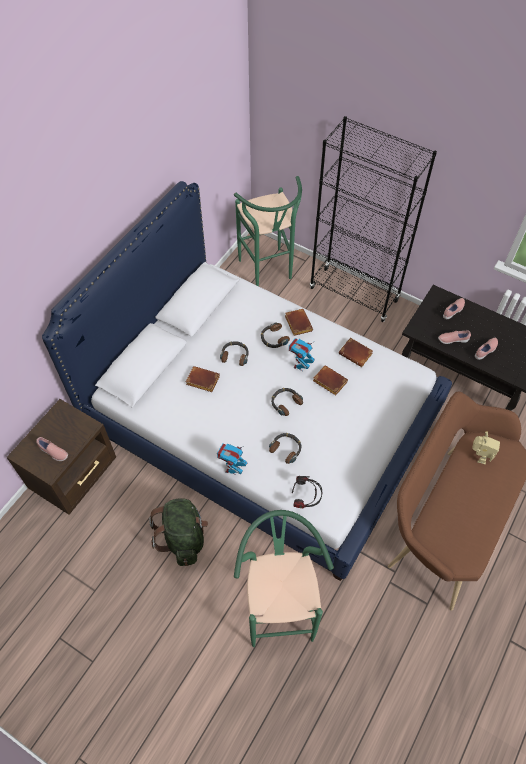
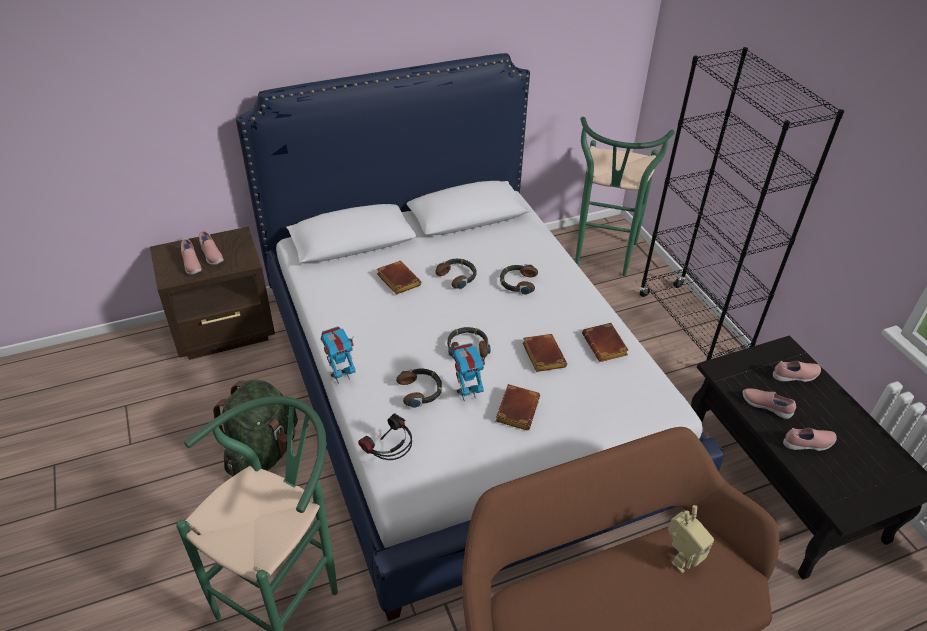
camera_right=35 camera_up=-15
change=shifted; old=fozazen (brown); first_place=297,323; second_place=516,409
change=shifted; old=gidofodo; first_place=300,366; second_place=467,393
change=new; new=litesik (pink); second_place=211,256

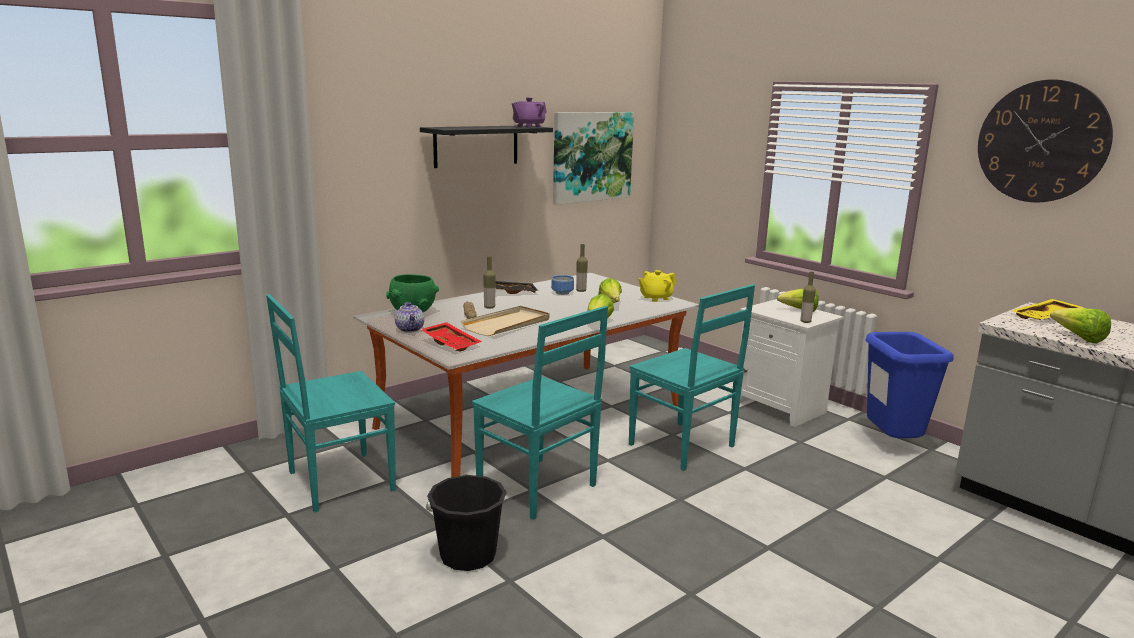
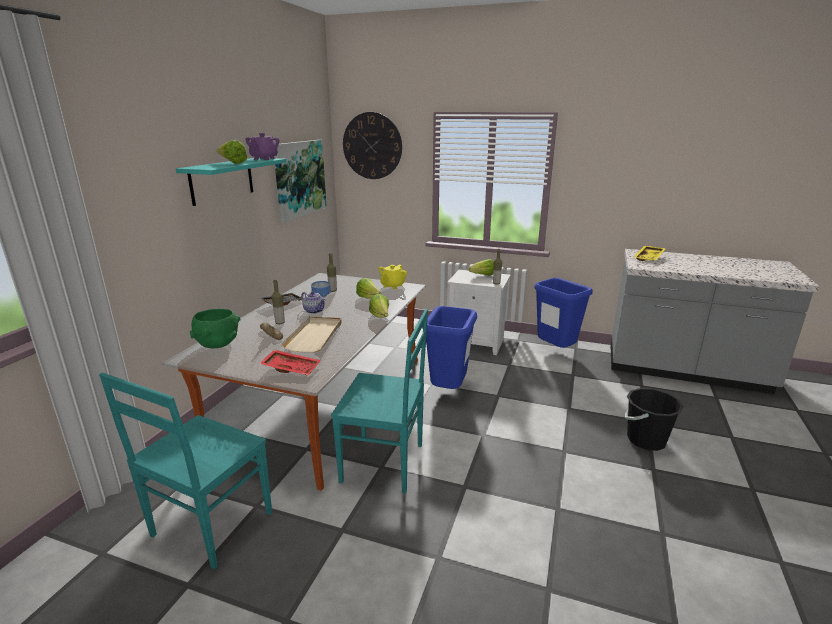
camera_right=-30 camera_up=5
change=shifted; old=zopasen; first_place=1042,142; second_place=372,146
change=repainted; old=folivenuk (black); new=folivenuk (turquoise); first_place=476,146; second_place=222,180
change=swapped; old=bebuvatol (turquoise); new=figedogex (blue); first_place=683,446; second_place=448,391
change=shifted; old=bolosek; first_place=410,329; second_place=314,311
change=shifted; old=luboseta; first_place=1079,338; second_place=232,163
change=shifted; old=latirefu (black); first_place=468,555; second_place=646,440

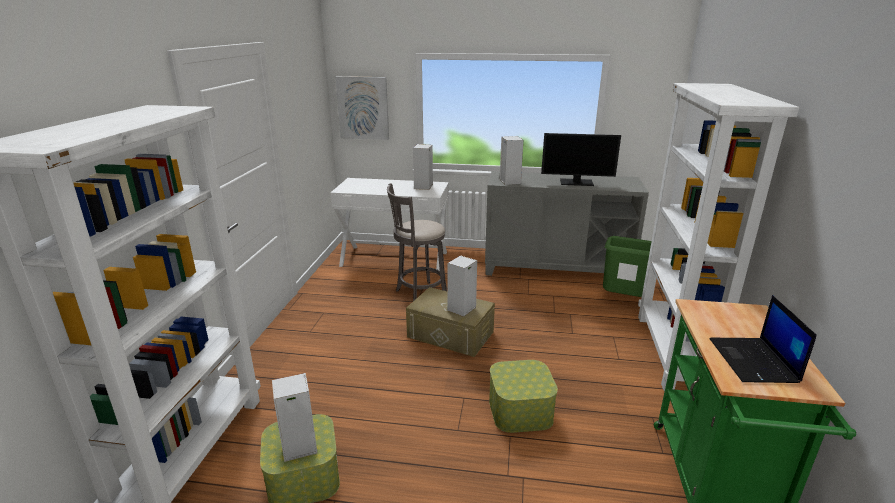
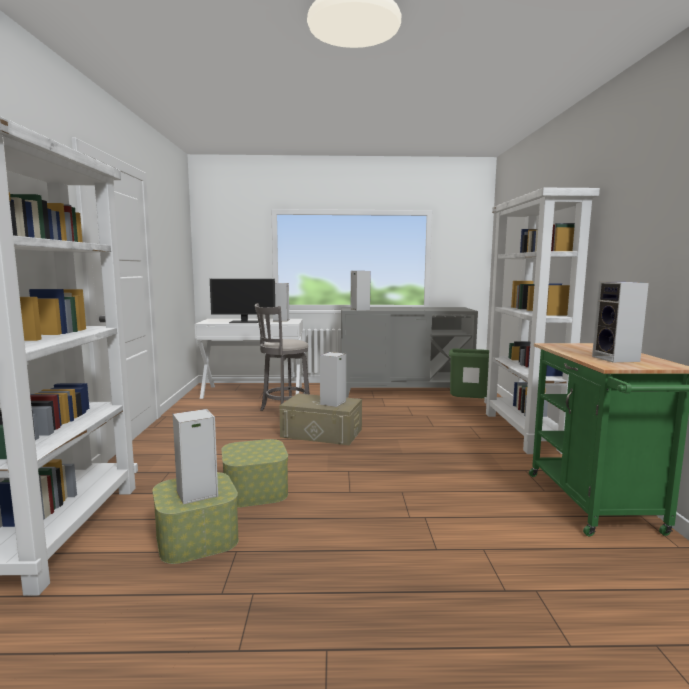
camera_right=-10 camera_up=-15
change=gone; old=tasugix; first_place=363,108
change=shifted; old=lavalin; first_place=577,182; second_place=244,322
change=swapped; old=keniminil; new=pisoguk; first_place=754,361; second_place=617,359
change=shifted; old=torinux; first_place=520,410; second_place=255,490

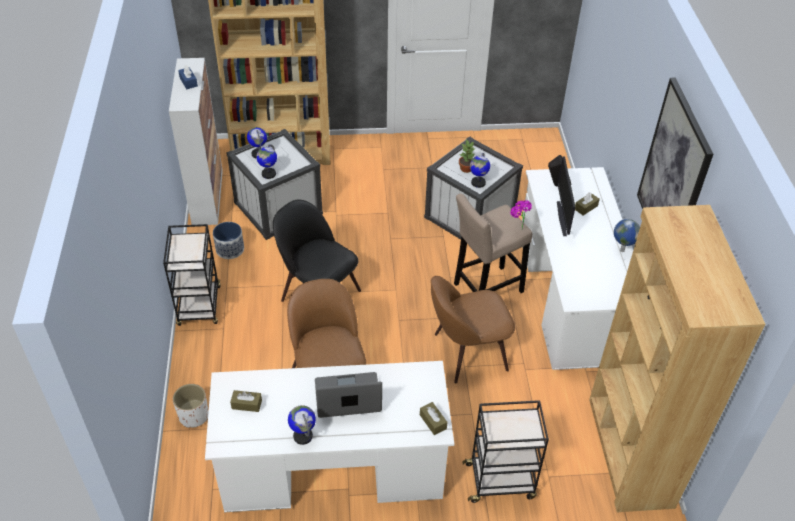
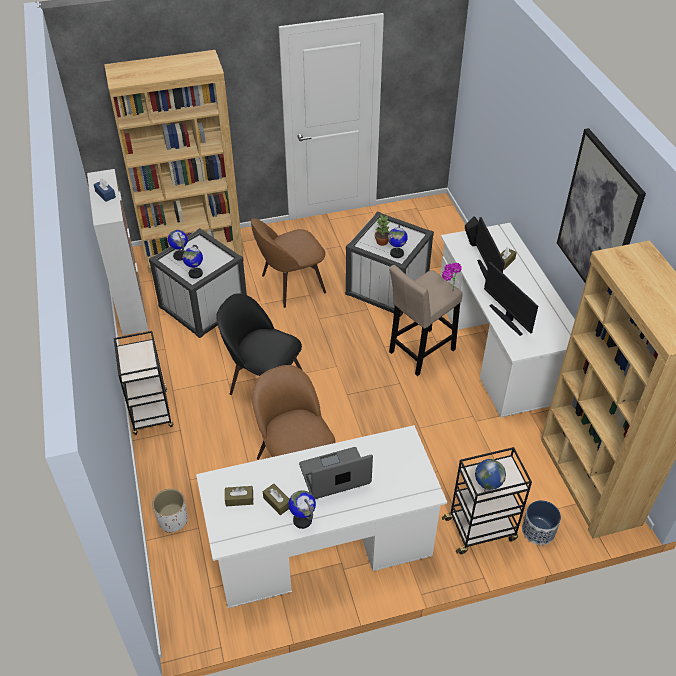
camera_right=-10 camera_up=0
change=shifted; old=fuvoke; first_place=621,250; second_place=486,490
change=shifted; old=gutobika; first_place=230,249; second_place=538,530
change=shifted; old=bebuvatol (brown); first_place=467,352; second_place=290,285
change=shifted; old=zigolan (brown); first_place=433,421; second_place=277,502
change=new; new=lavalin; second_place=507,319

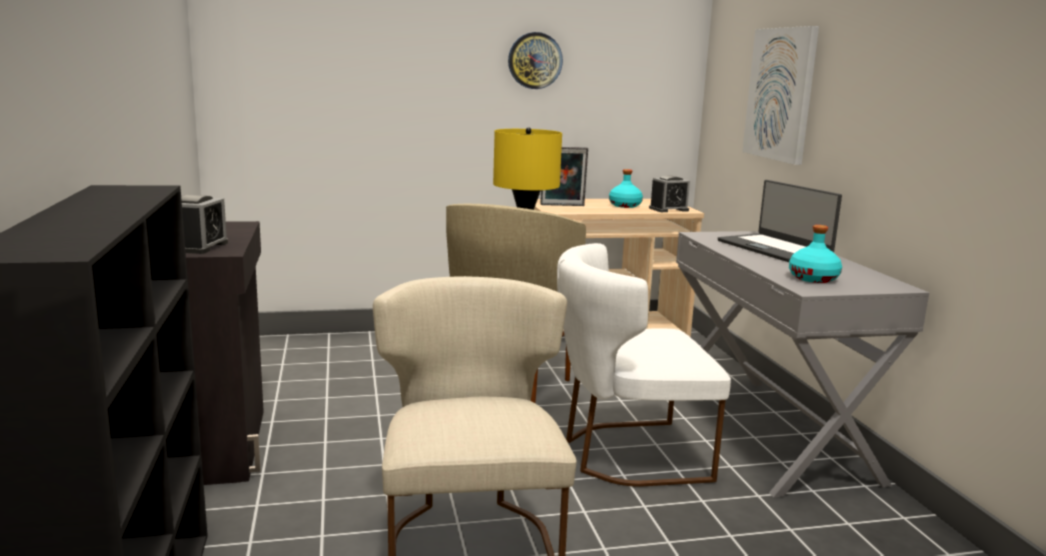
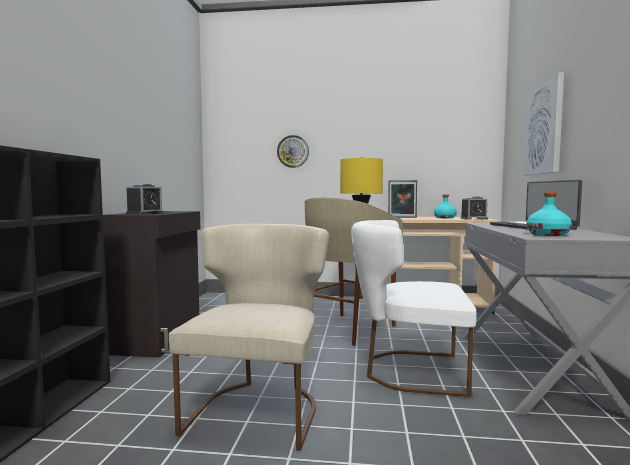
camera_right=20 camera_up=-10
change=shifted; old=zopasen; first_place=535,60; second_place=293,151

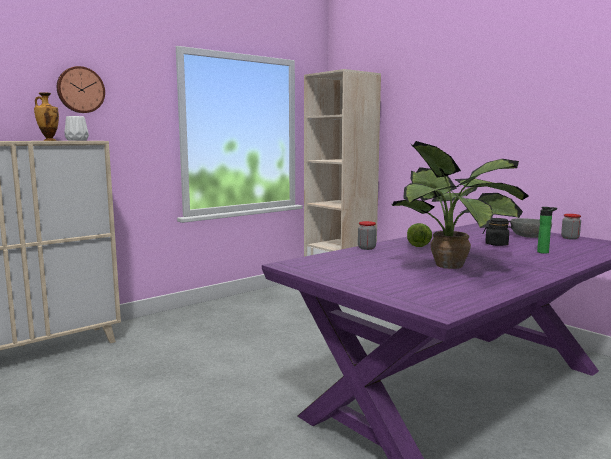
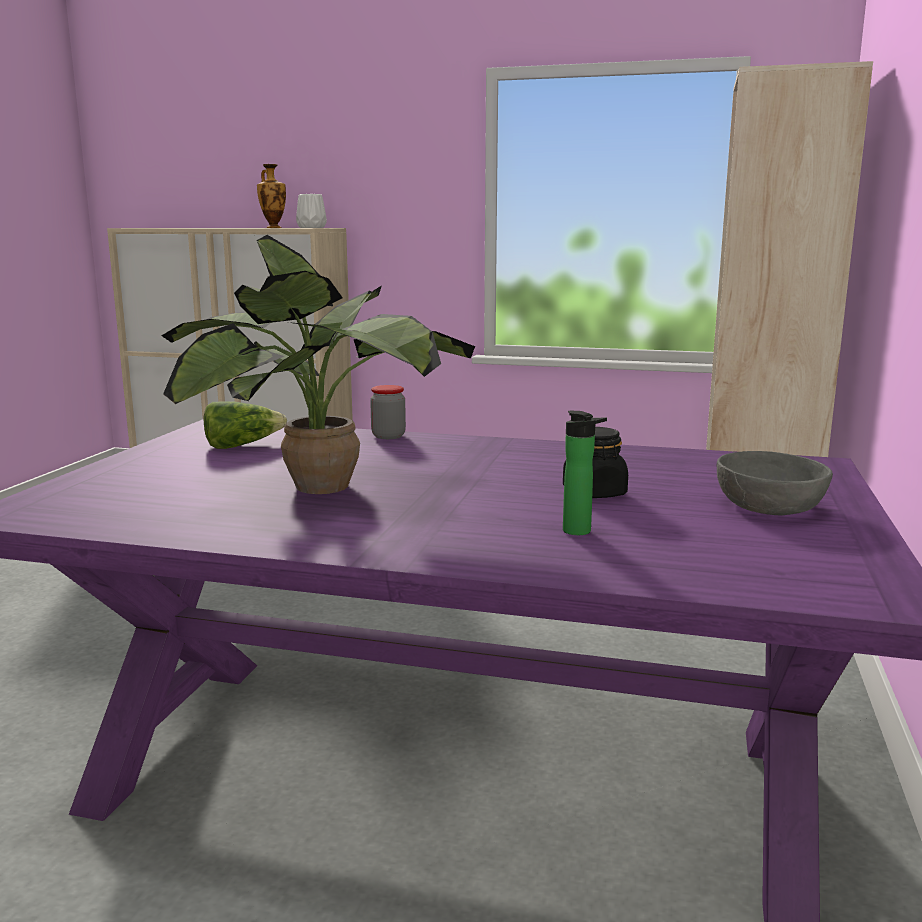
camera_right=55 camera_up=5
change=gone; old=zopasen; first_place=80,90
change=gone; old=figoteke; first_place=570,238
change=shifted; old=luboseta; first_place=418,244; second_place=242,445

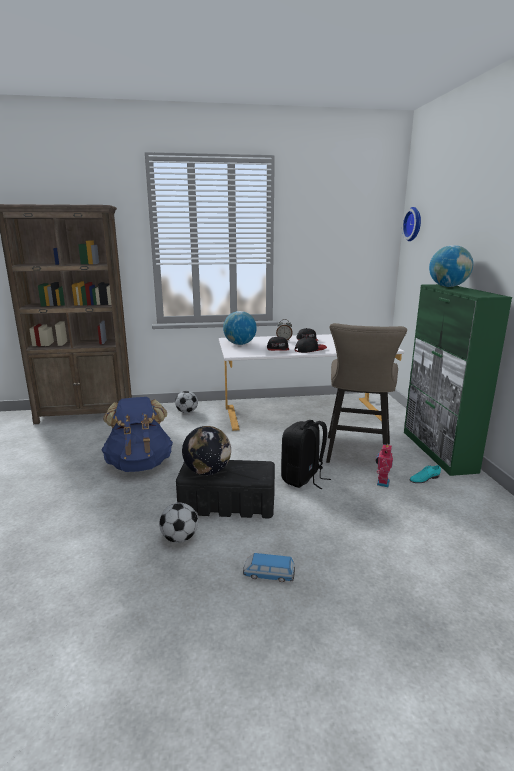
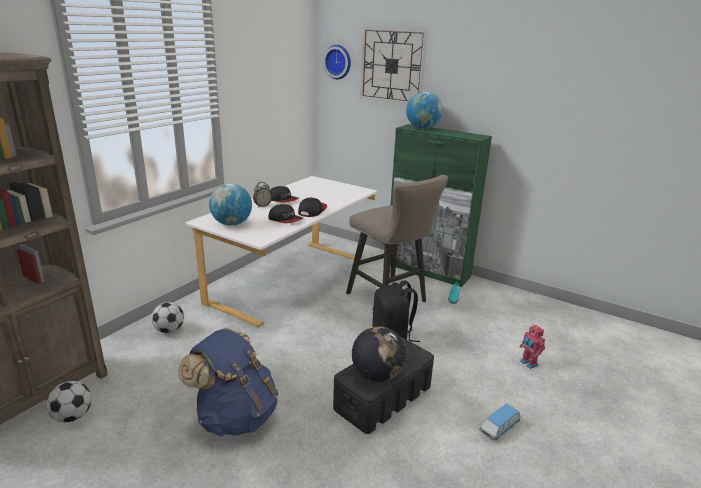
camera_right=-50 camera_up=5
change=shifted; old=gidofodo; first_place=382,482; second_place=528,363
change=shifted; old=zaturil; first_place=180,538; second_place=73,416
change=new; new=zopasen; second_place=392,66

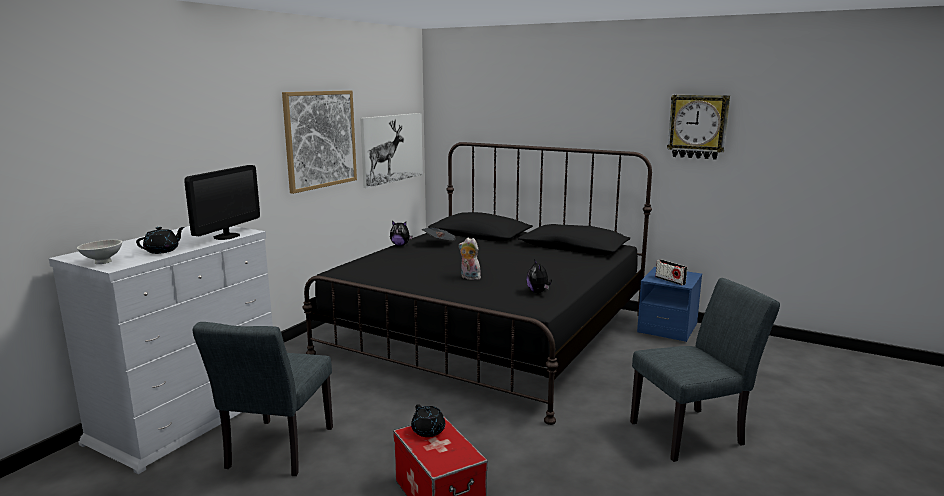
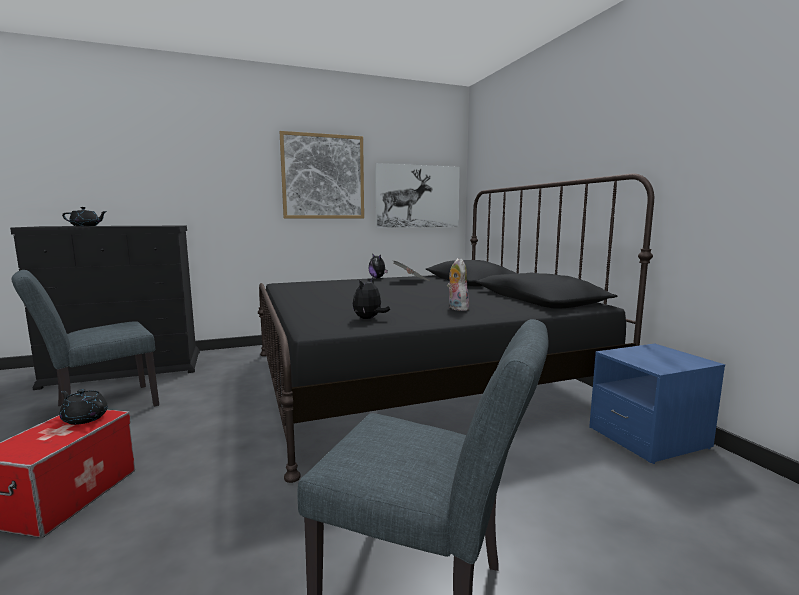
camera_right=40 camera_up=-5
change=gone; old=zopasen; first_place=698,126
change=gone; old=lavalin; first_place=226,236
change=repainted; old=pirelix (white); new=pirelix (black); first_place=189,416; second_place=127,368
change=shifted; old=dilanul; first_place=469,278; second_place=456,308
change=gone; old=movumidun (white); first_place=101,262
change=gone; old=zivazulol; first_place=670,280
change=rotated; old=bolosek (black); first_place=428,431; second_place=84,418; degrees=105

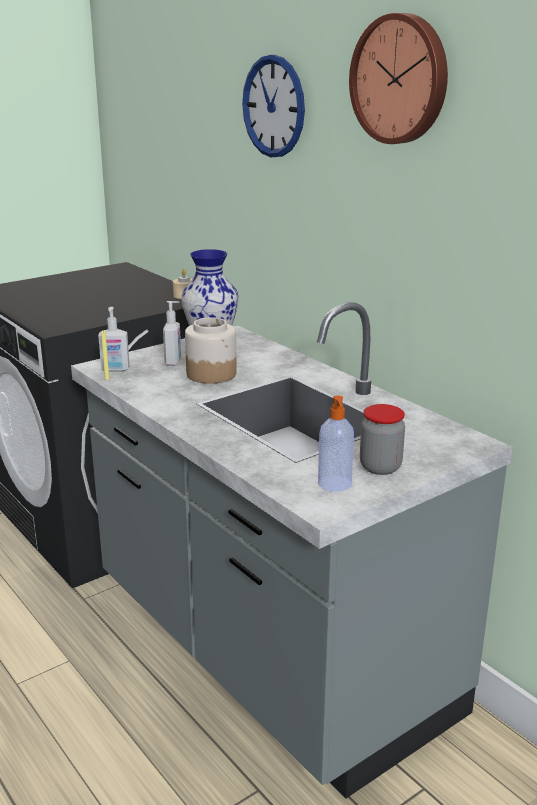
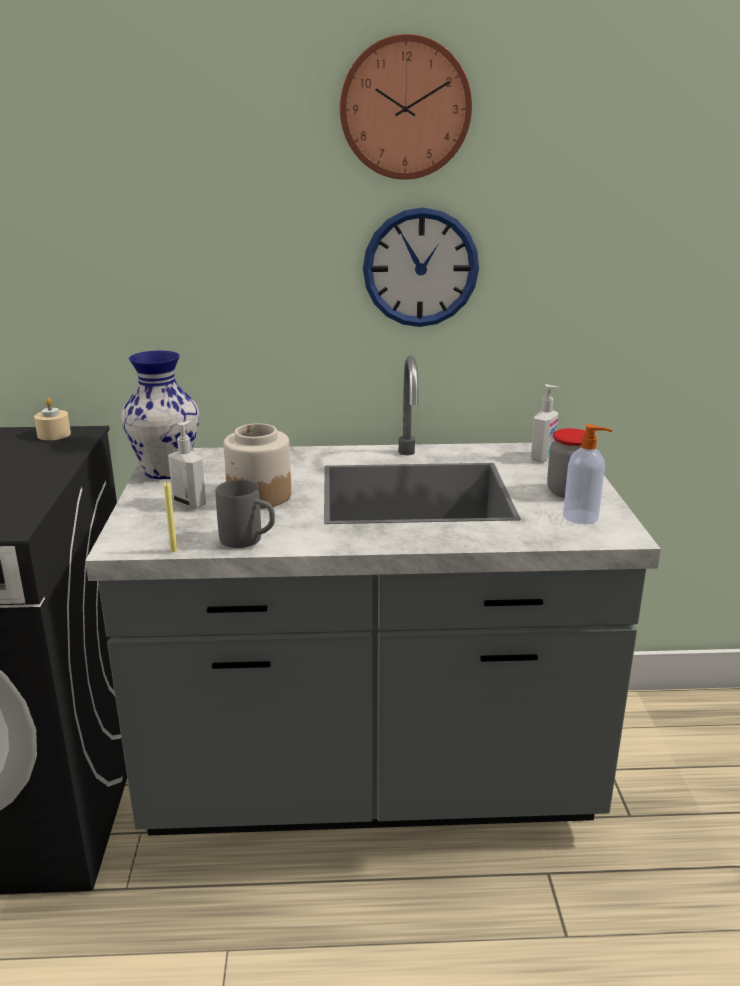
camera_right=-55 camera_up=0
change=shifted; old=zopasen; first_place=273,107; second_place=420,268
change=shifted; old=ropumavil; first_place=115,370; second_place=543,457
change=new; new=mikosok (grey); second_place=249,541

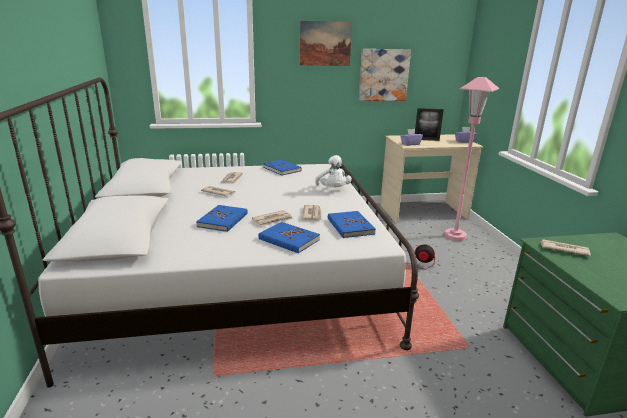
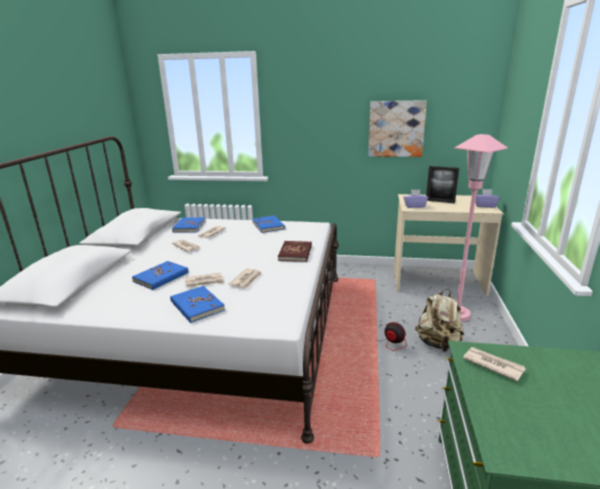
camera_right=20 camera_up=0
change=gone; old=tasugix; first_place=325,43
change=swapped; old=dilanul (white); new=fozazen (red); first_place=333,189; second_place=295,253
change=shifted; old=fozazen (blue); first_place=350,226; second_place=189,226
change=new; new=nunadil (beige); second_place=438,343

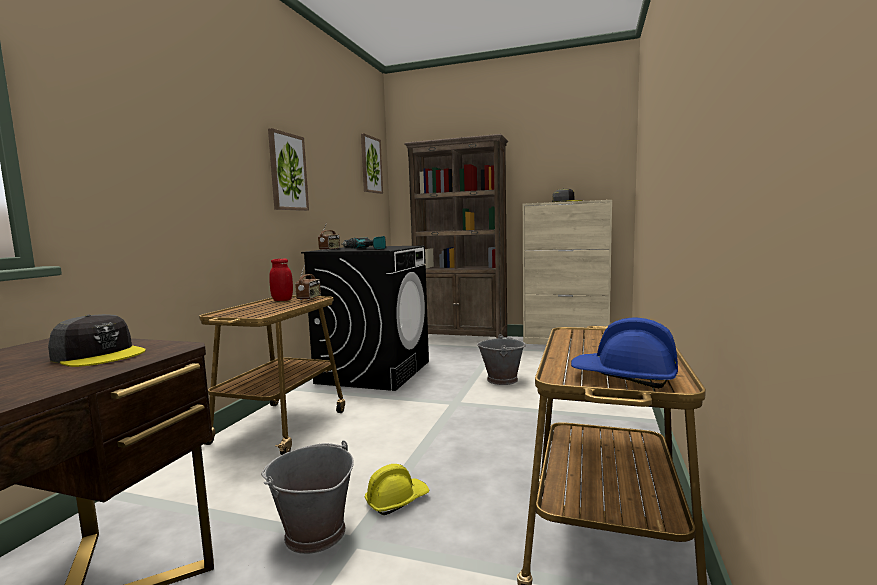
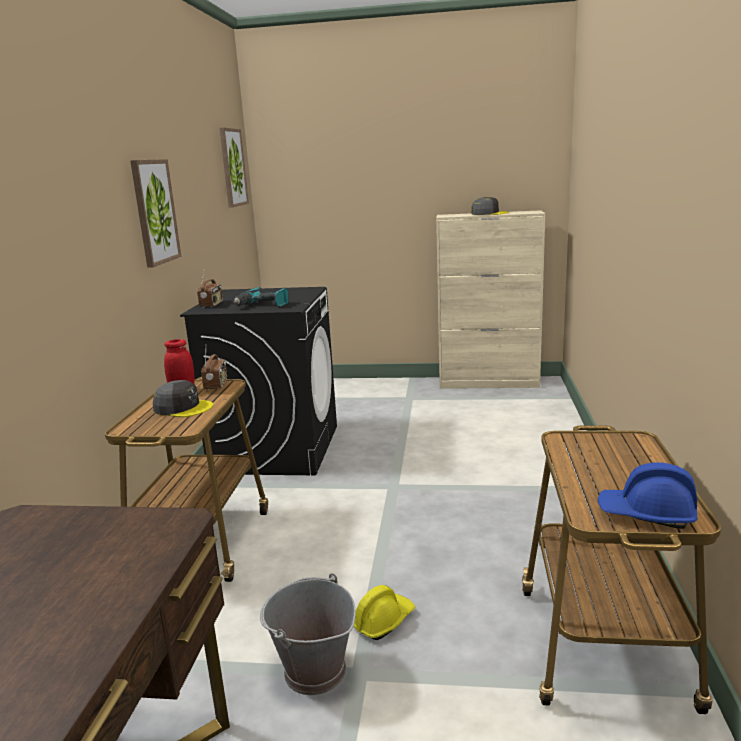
camera_right=-10 camera_up=10
change=gone; old=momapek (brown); first_place=462,338
change=shifted; old=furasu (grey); first_place=99,355; second_place=183,407
change=gone; old=latirefu (grey); first_place=502,379

